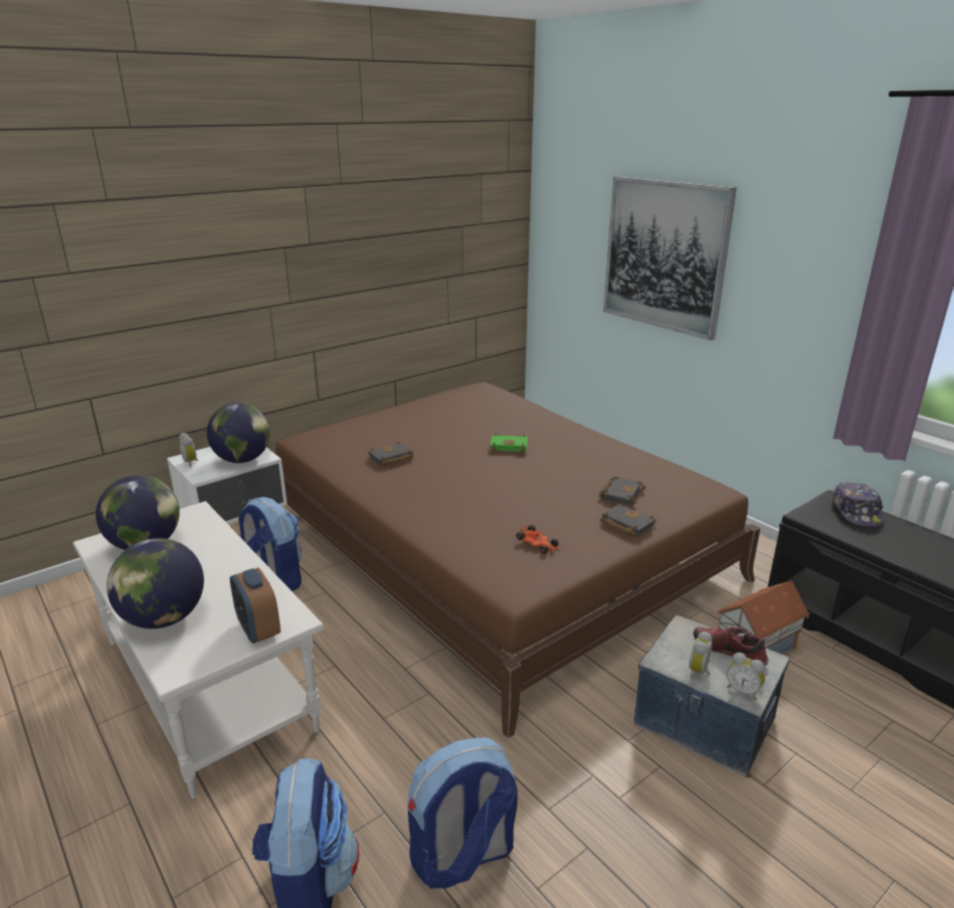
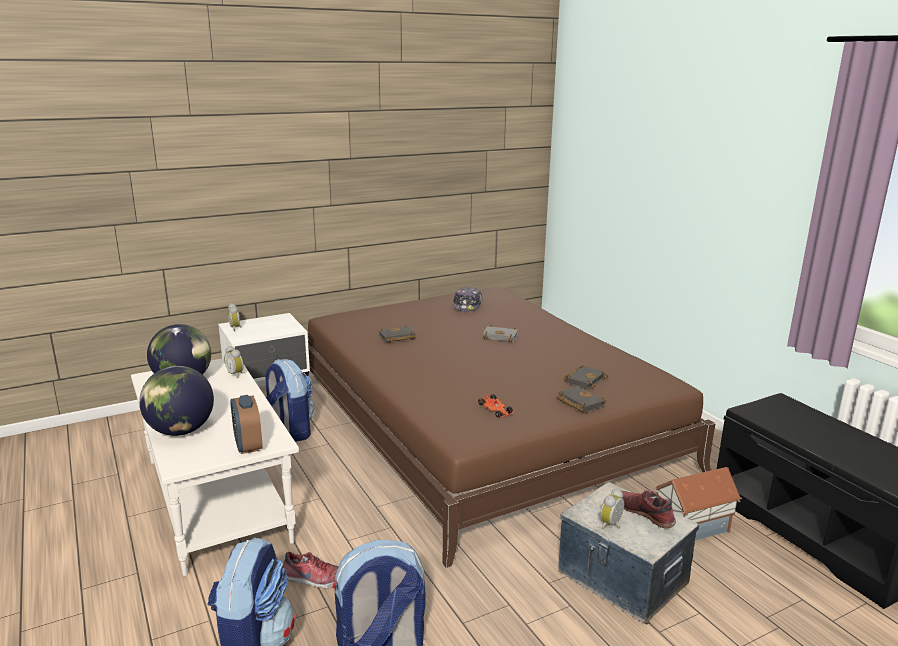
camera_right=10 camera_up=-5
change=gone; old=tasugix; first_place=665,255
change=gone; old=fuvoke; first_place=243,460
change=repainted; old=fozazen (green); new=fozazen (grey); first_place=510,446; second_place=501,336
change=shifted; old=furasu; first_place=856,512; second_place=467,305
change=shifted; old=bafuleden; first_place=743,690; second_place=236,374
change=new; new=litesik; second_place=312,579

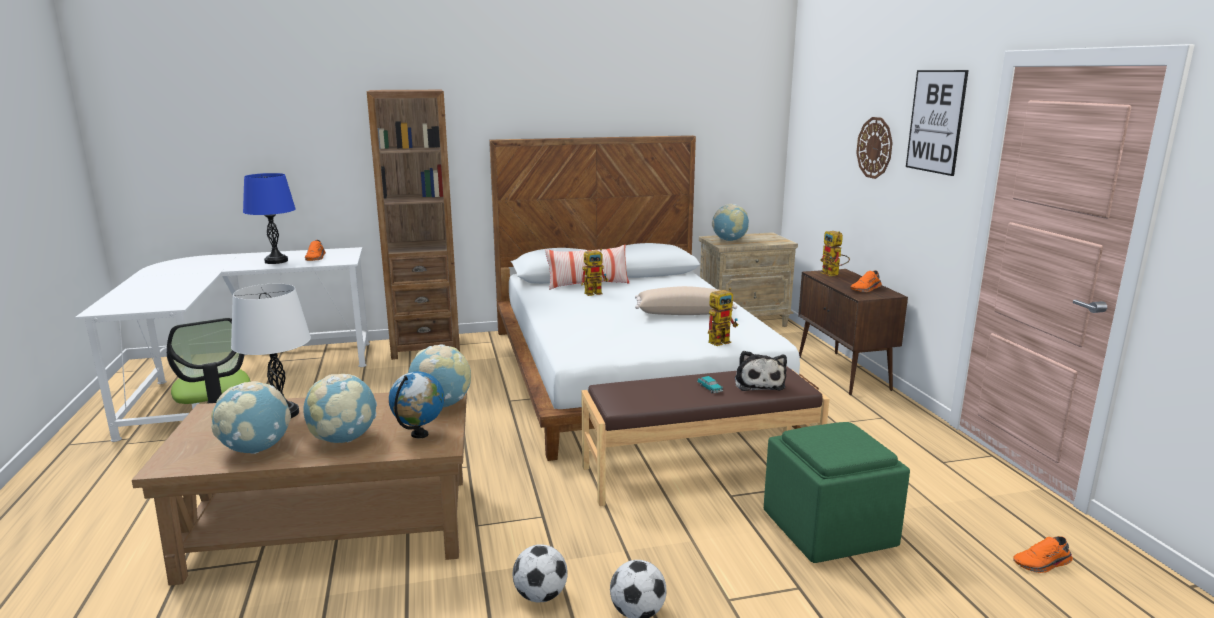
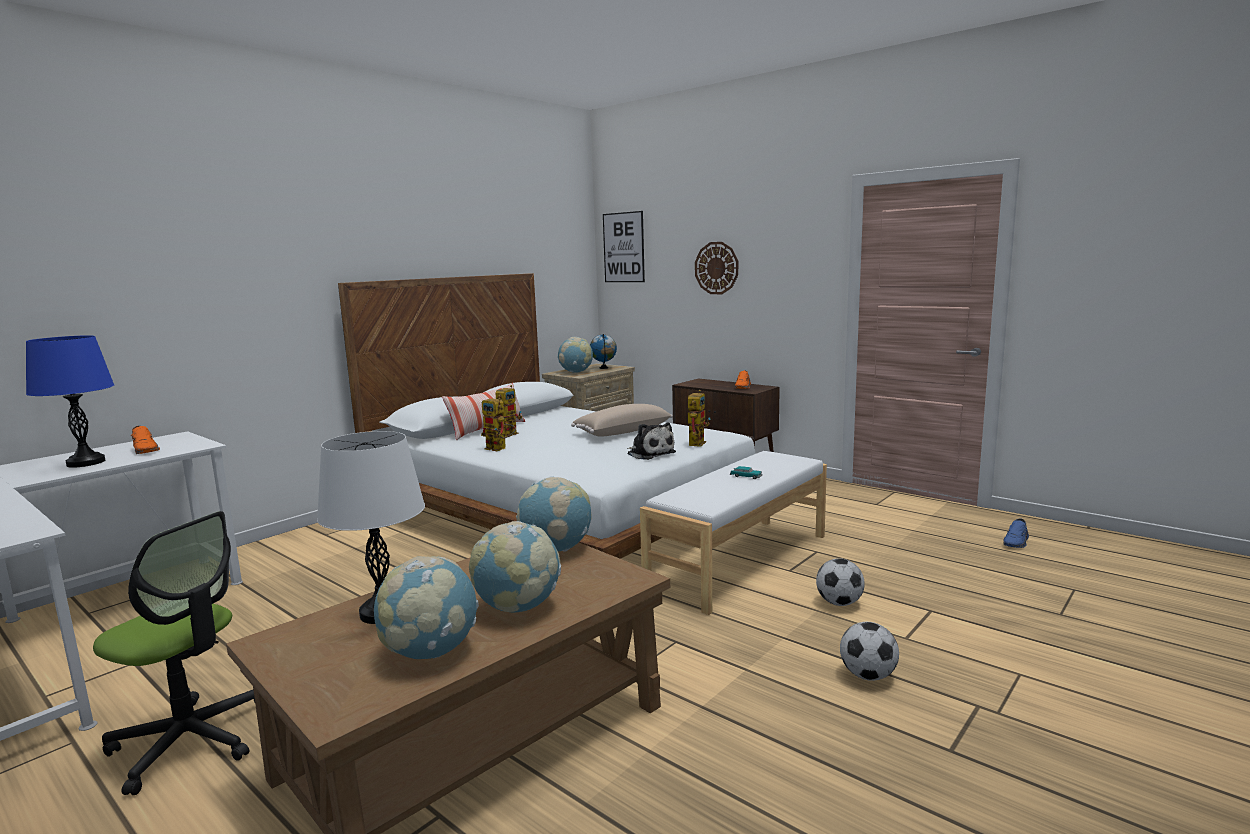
camera_right=-35 camera_up=-5
change=shifted; old=tasugix; first_place=936,121; second_place=623,247
change=gone; old=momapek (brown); first_place=425,347
change=shifted; old=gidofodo; first_place=833,274; second_place=500,449
change=shifted; old=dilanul; first_place=758,383; second_place=649,453
change=repainted; old=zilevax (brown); new=zilevax (white); first_place=700,470; second_place=739,561
change=shifted; old=fuvoke; first_place=420,434; second_place=604,368
change=gone; old=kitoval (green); first_place=830,531
change=repainted; old=litesik (orange); new=litesik (blue); first_place=1042,564; second_place=1017,542
change=shifted; old=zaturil; first_place=540,596; second_place=839,603

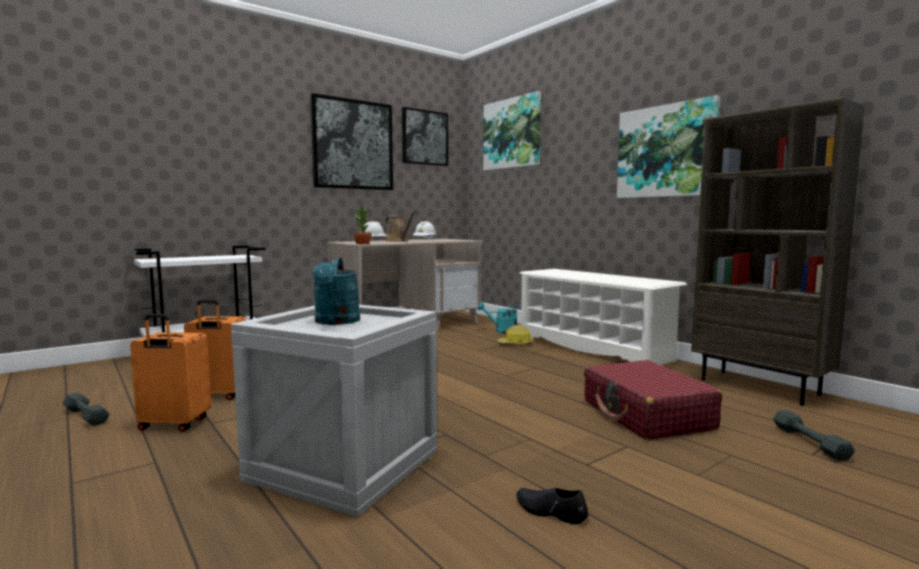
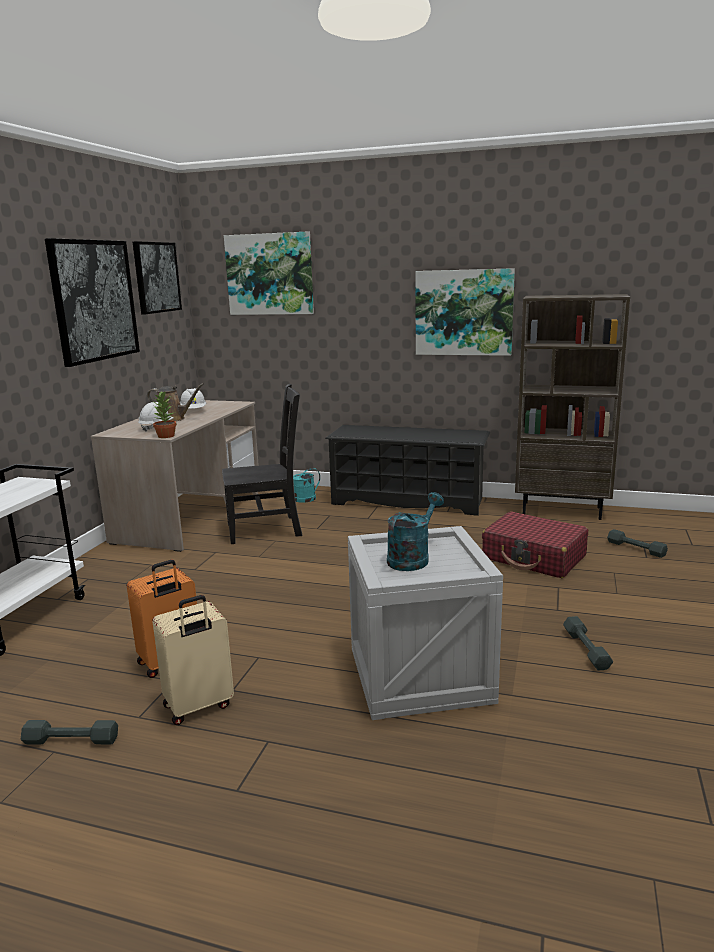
camera_right=-35 camera_up=10
change=rotated; old=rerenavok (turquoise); first_place=336,322; second_place=412,558; degrees=-105
change=repainted; old=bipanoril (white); new=bipanoril (black); first_place=593,349; second_place=408,501
change=repainted; old=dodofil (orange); new=dodofil (beige); first_place=173,425; second_place=198,707
change=gone; old=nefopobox; first_place=515,344
change=swapped; old=litesik (black); new=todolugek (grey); first_place=550,511; second_place=586,649
change=new; new=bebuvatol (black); second_place=267,529

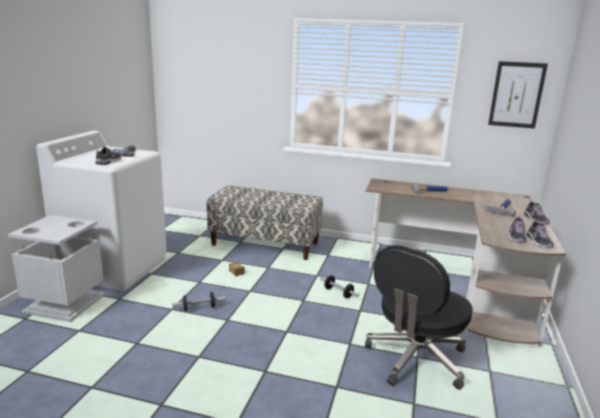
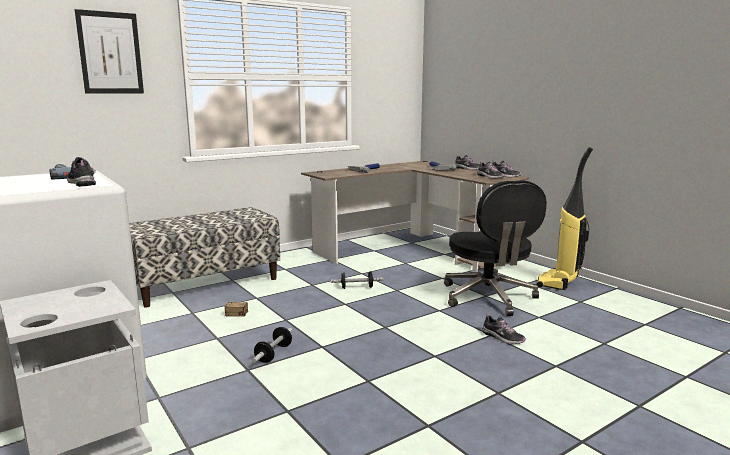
camera_right=-50 camera_up=-5
change=shifted; old=tasugix; first_place=516,95; second_place=110,53
change=new; new=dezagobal; second_place=558,282
change=new; new=litesik; second_place=502,337

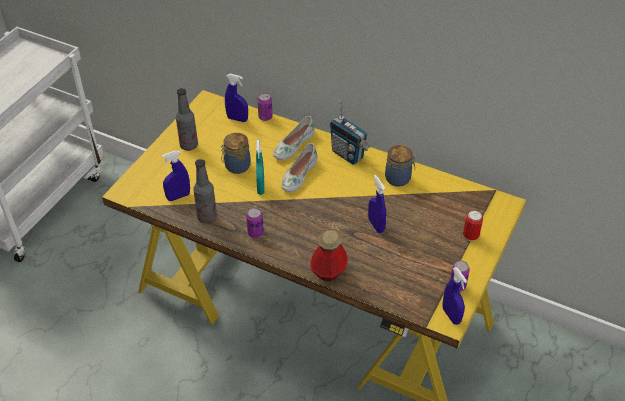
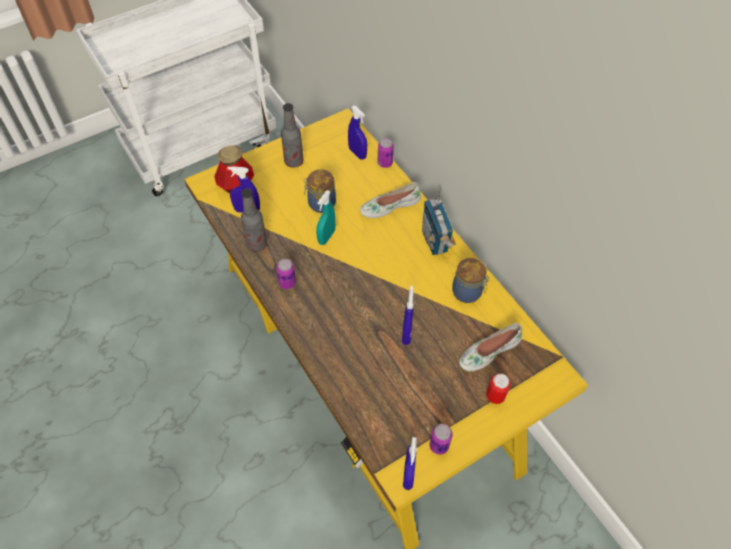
camera_right=30 camera_up=10
change=shifted; old=litesik (white); first_place=298,174; second_place=488,351
change=shifted; old=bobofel; first_place=328,271; second_place=236,185

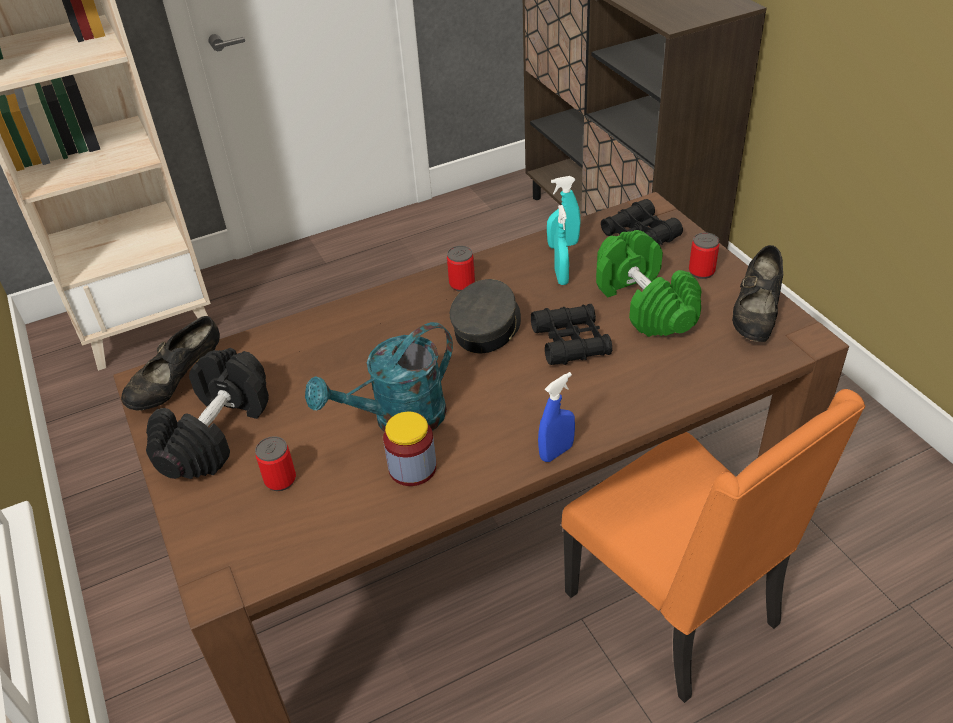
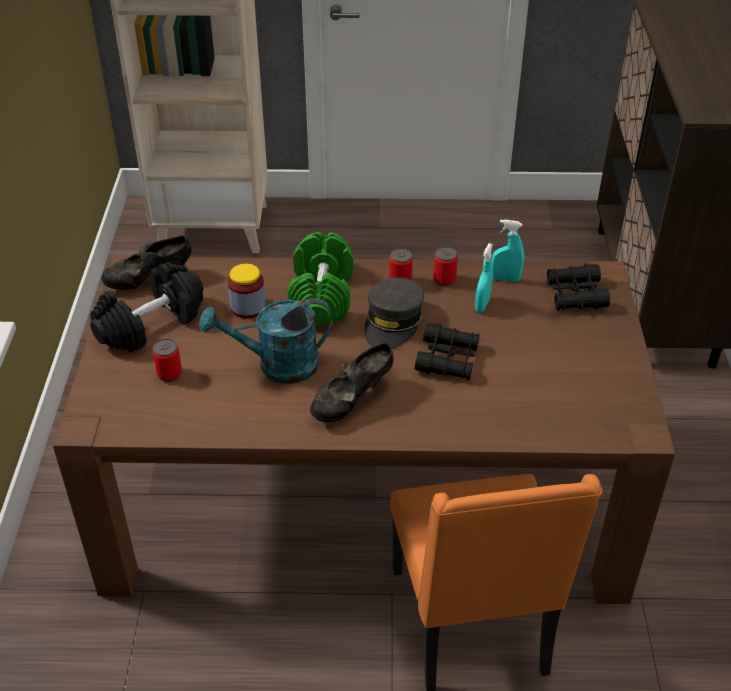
camera_right=25 camera_up=0
change=shifted; old=todolugek (green); first_place=643,304; second_place=321,295
change=shifted; old=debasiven; first_place=701,271; second_place=444,280
change=shifted; old=litesik (black); first_place=755,317; second_place=352,401
change=rotated; old=furasu (grey); first_place=487,327; second_place=393,322; degrees=150
change=gone; old=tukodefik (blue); first_place=556,452
change=shifted; old=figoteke; first_place=412,468; second_place=248,307

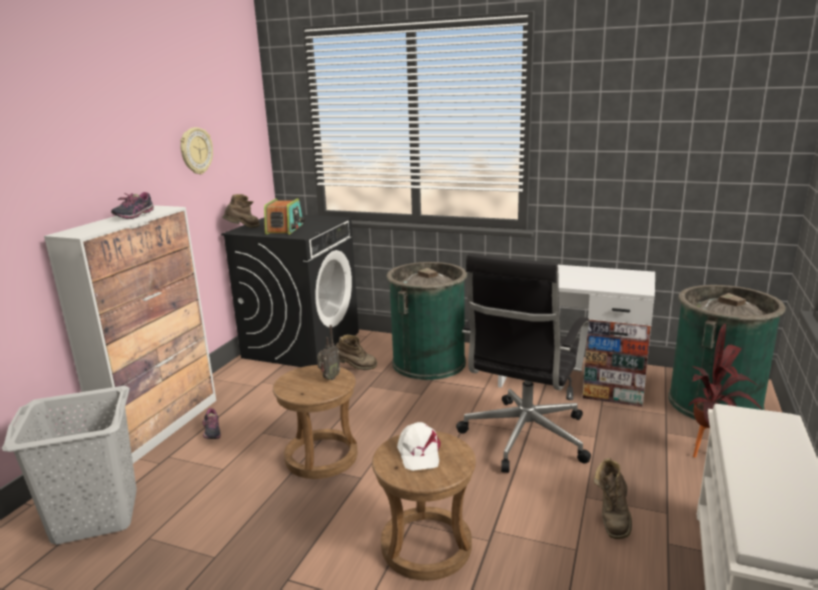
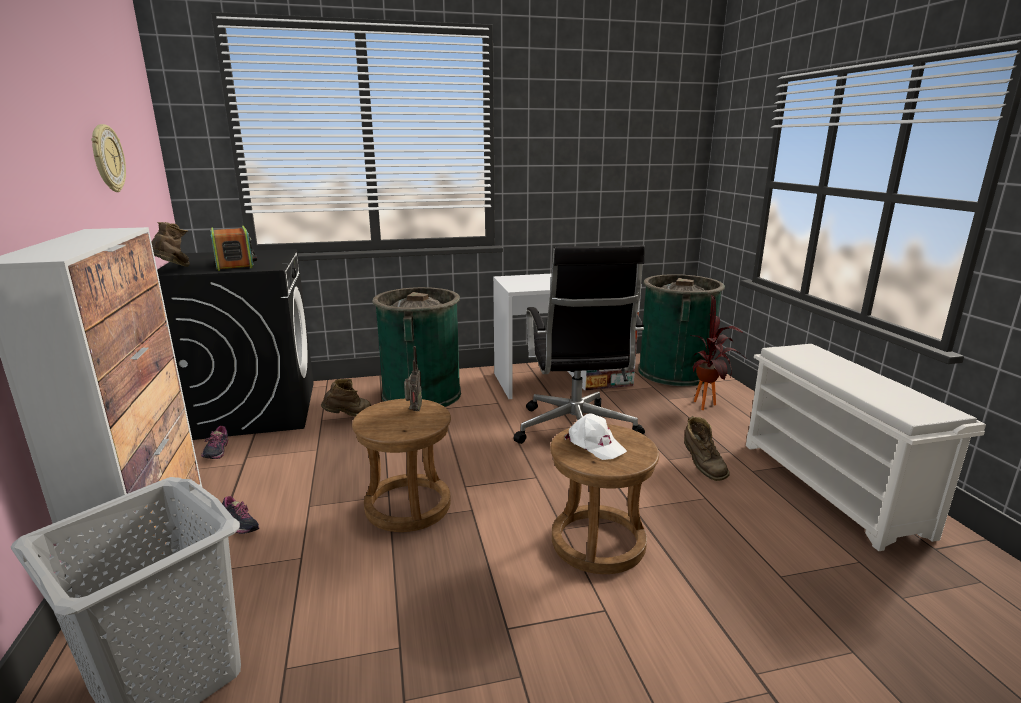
camera_right=-35 camera_up=0
change=shifted; old=litesik; first_place=134,216; second_place=216,452

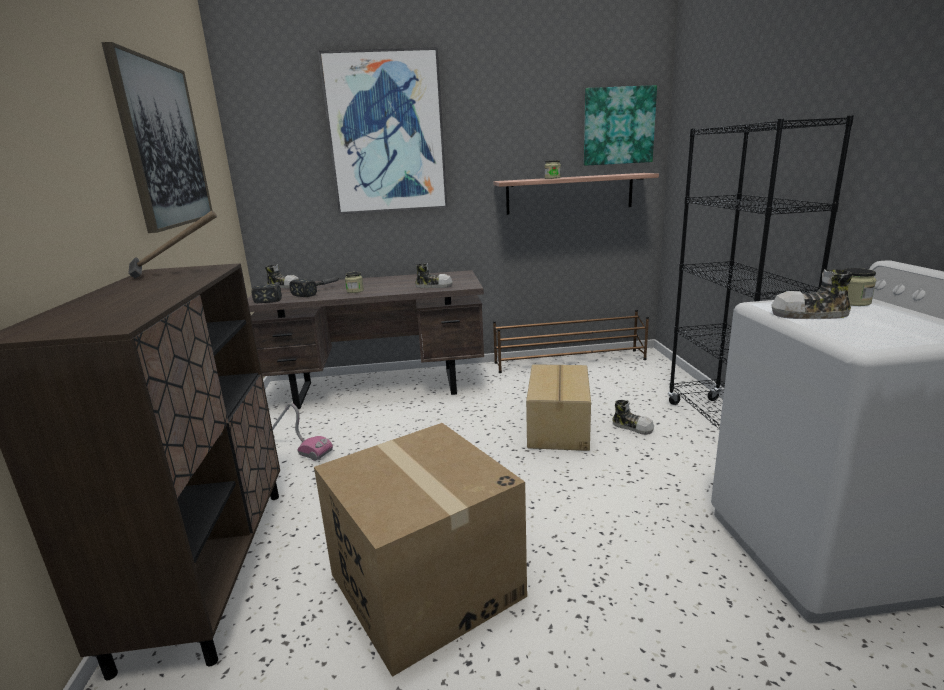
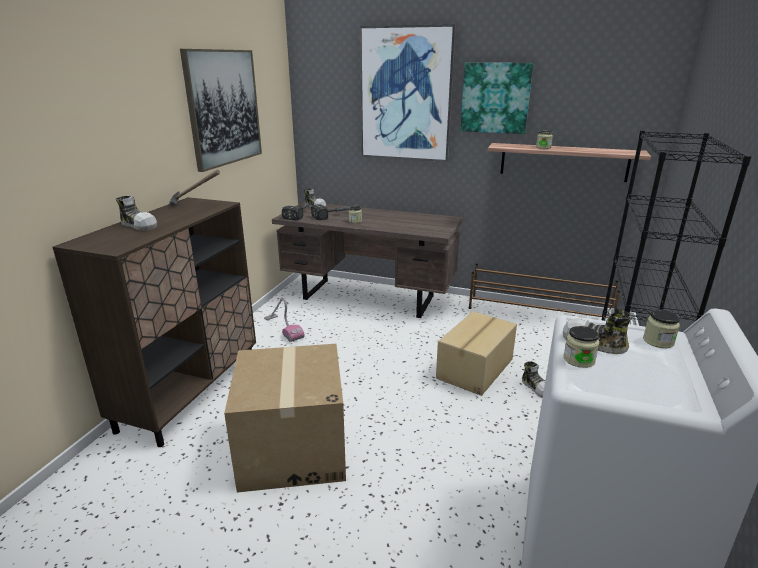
camera_right=25 camera_up=5
change=shifted; old=tasugix; first_place=618,126; second_place=495,98
change=shifted; old=litesik; first_place=434,286; second_place=139,225
change=new; new=figoteke; second_place=579,360

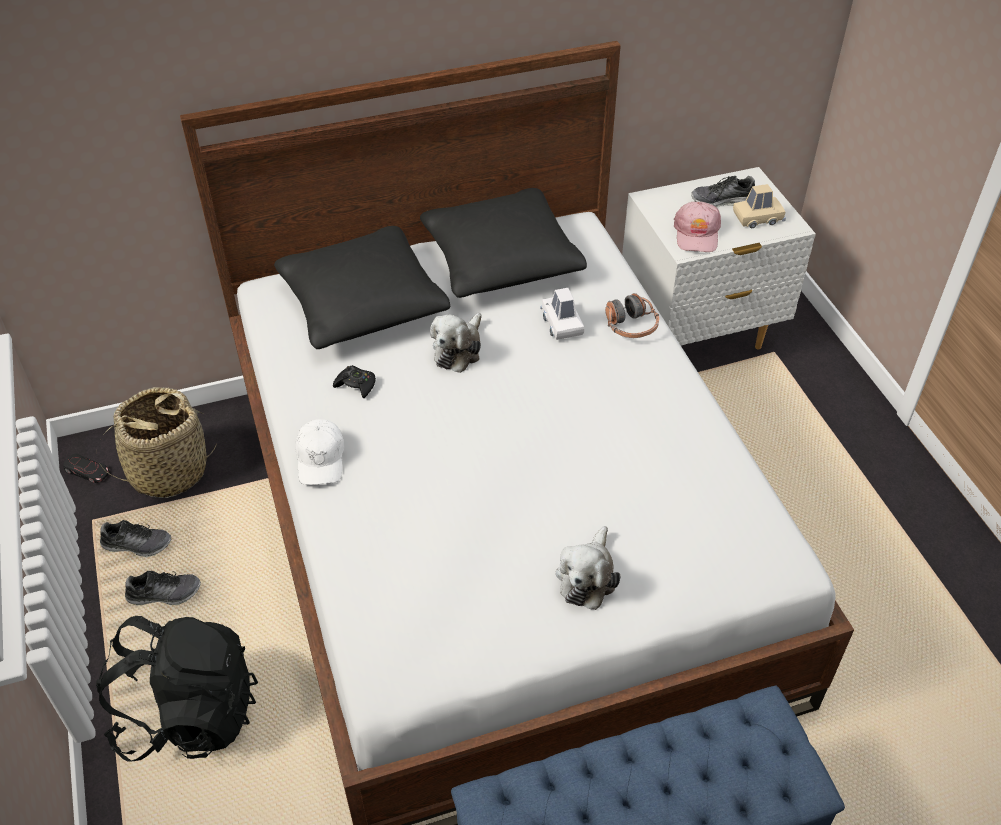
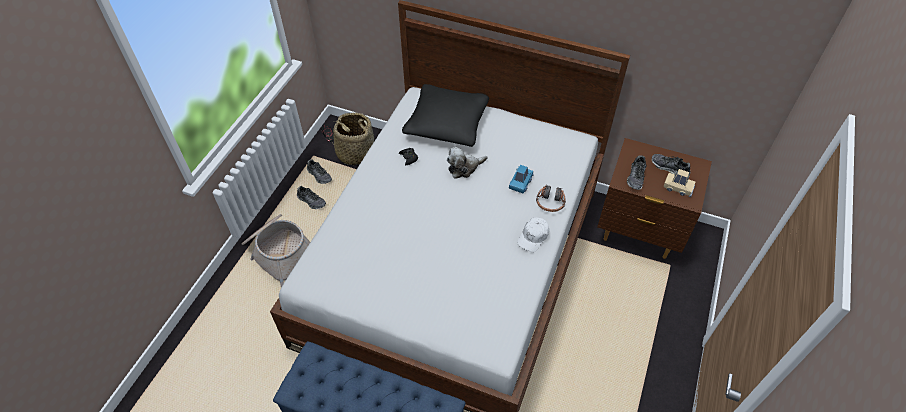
camera_right=40 camera_up=5
change=repainted; old=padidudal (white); new=padidudal (brown); first_place=698,336; second_place=638,232
change=gone; old=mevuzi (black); first_place=501,260
change=swapped; old=furasu (pink); new=litesik; first_place=697,234; second_place=636,177
change=repainted; old=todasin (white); new=todasin (blue); first_place=562,323; second_place=520,182
change=shifted; old=furasu (white); first_place=321,459; second_place=533,237
change=gone; old=dilanul; first_place=587,577
change=swapped; old=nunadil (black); new=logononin; first_place=189,714; second_place=280,252

